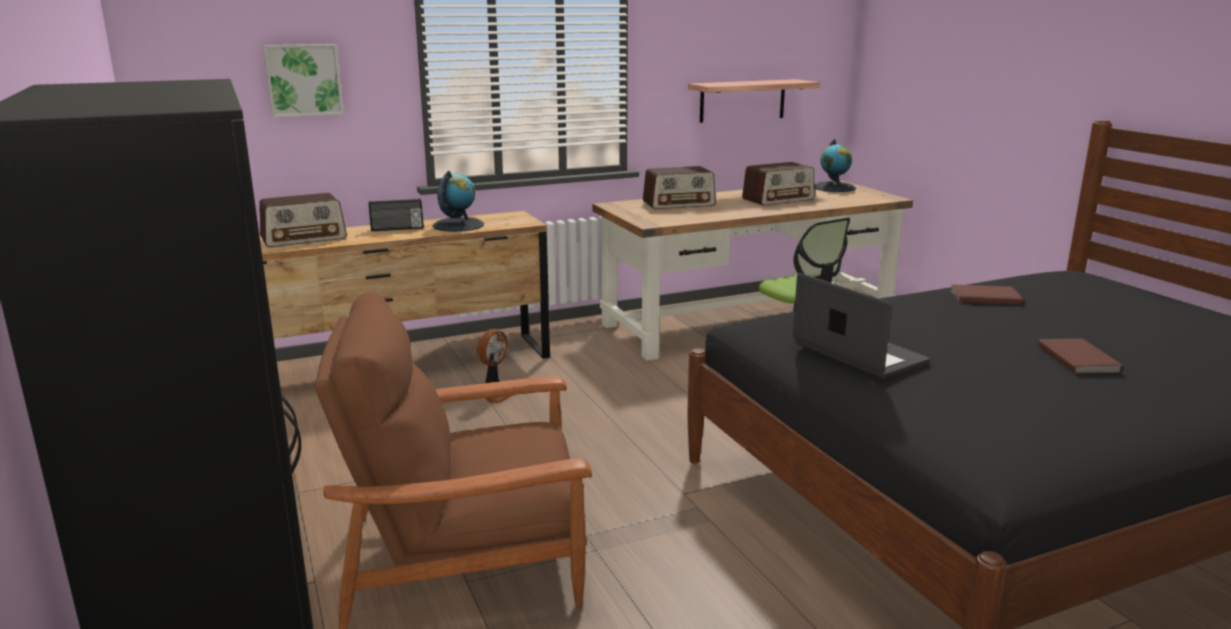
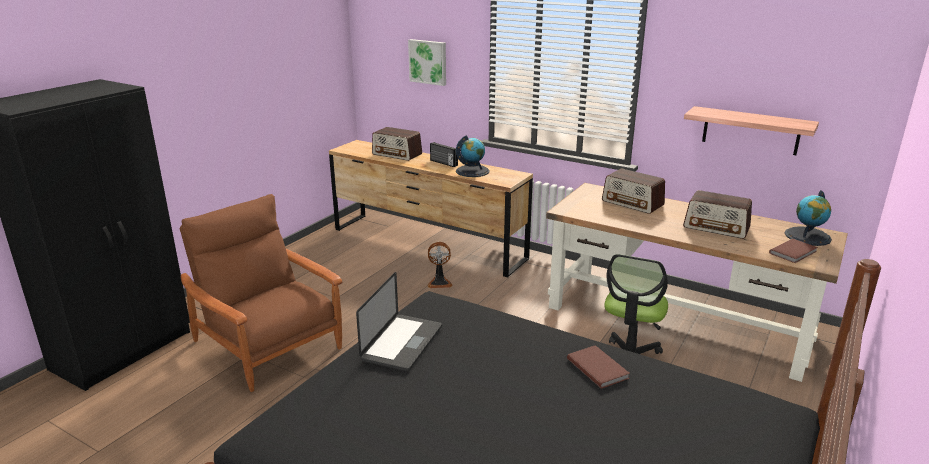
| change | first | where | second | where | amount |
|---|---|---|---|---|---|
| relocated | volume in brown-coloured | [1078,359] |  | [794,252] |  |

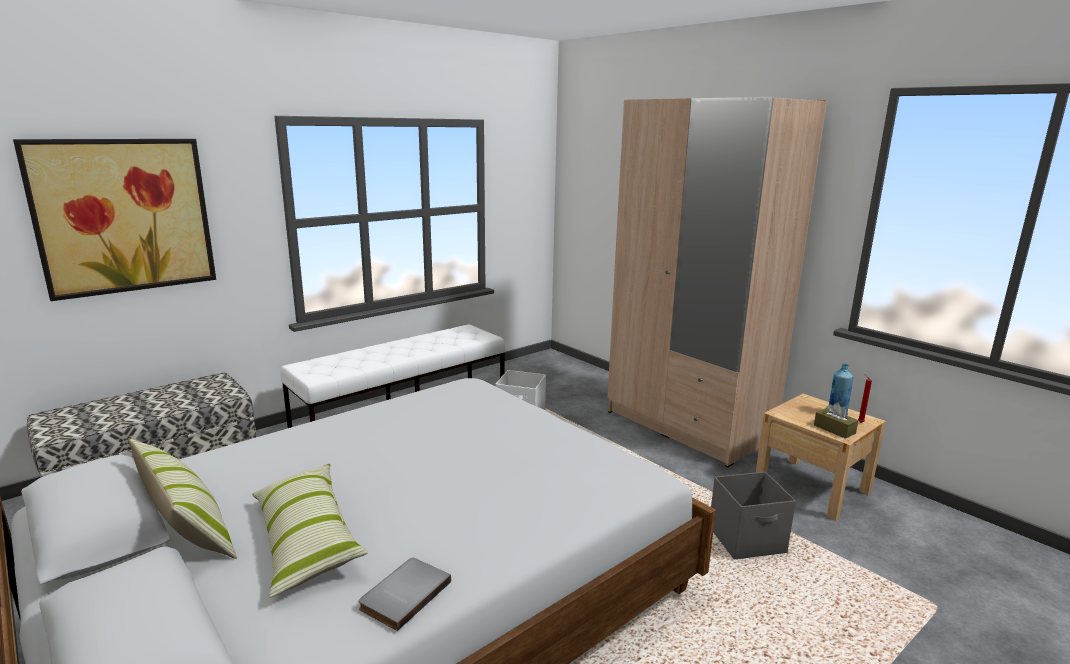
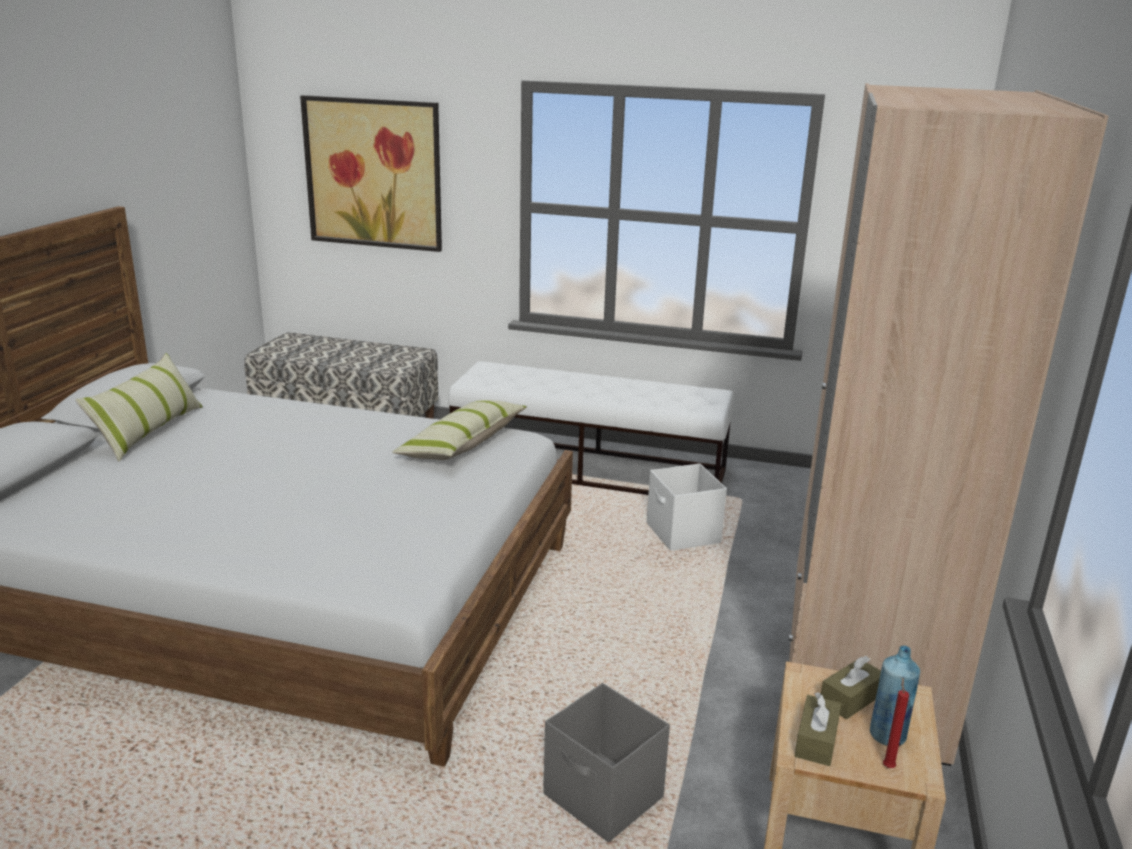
| change | first | where | second | where | amount |
|---|---|---|---|---|---|
| missing | volume in gray | [403,594] |  |  |  |
| appeared |  |  | tissue holder in brown-coloured | [851,698] |  |
| relocated | pillow | [306,539] |  | [462,444] |  |

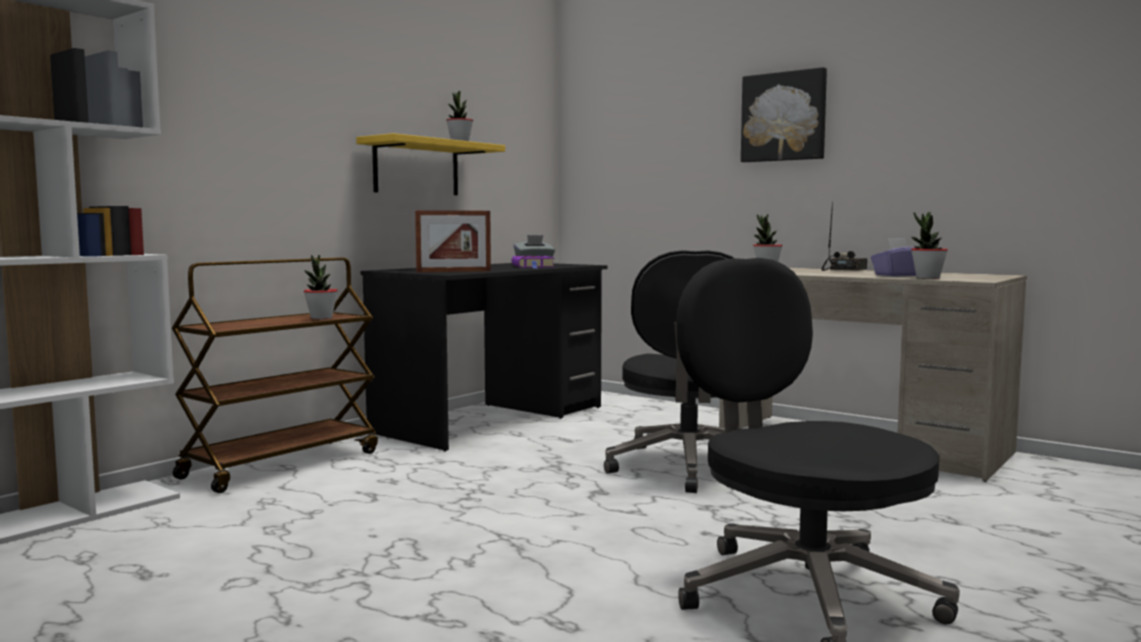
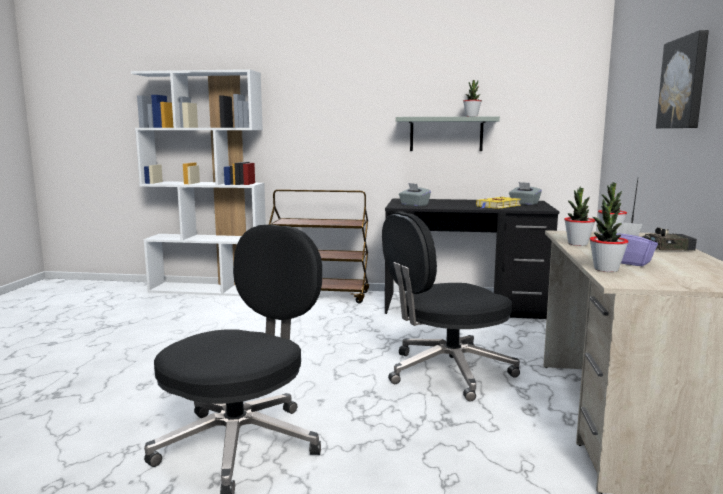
| change | first | where | second | where | amount |
|---|---|---|---|---|---|
| relocated | plant in a pot | [321,318] |  | [577,244] |  |
| exchanged | picture frame | [453,271] | tissue holder in gray | [414,205] |  |
| colour | bracket shelf in yellowish | [416,168] | bracket shelf in gray | [446,134] |  |
| colour | volume in purple-coloured | [533,266] | volume in yellowish | [498,206] |  |

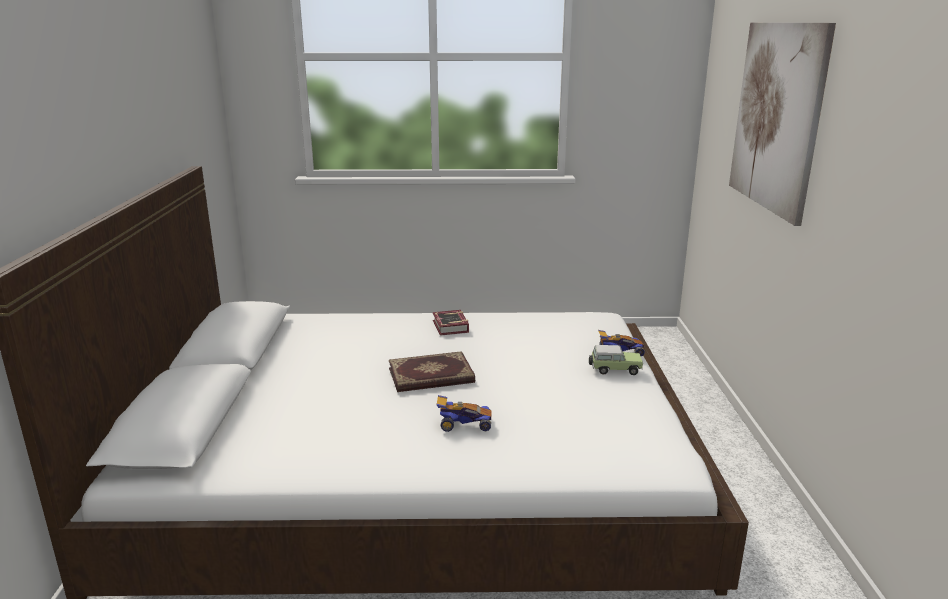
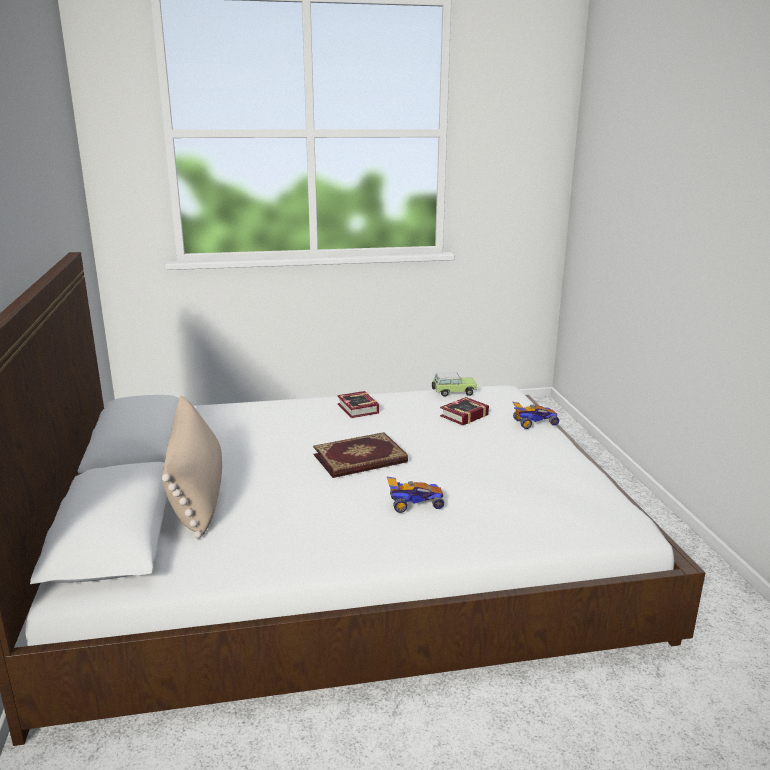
| change | first | where | second | where | amount |
|---|---|---|---|---|---|
| missing | wall picture | [776,117] |  |  |  |
| appeared |  |  | pillow in beige-coloured | [197,493] |  |
| appeared |  |  | volume | [462,416] |  |
| relocated | miniature car | [614,370] |  | [453,393] |  |

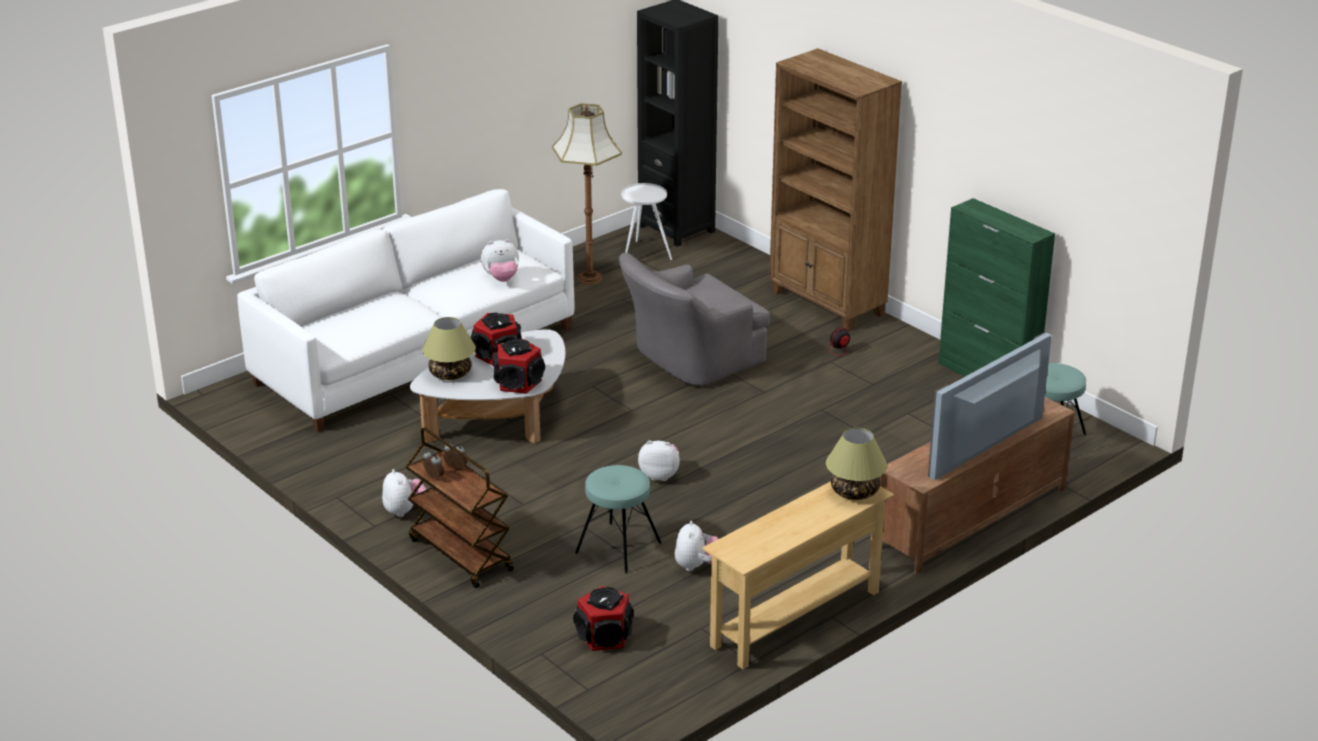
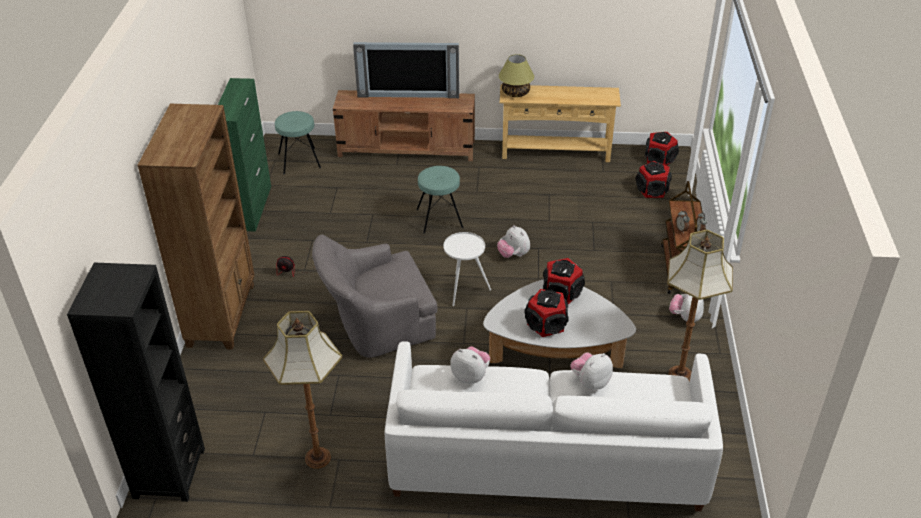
| change | first | where | second | where | amount |
|---|---|---|---|---|---|
| missing | table lamp | [450,373] |  |  |  |
| appeared |  |  | speaker | [659,159] |  |
| appeared |  |  | standing lamp | [681,375] |  |
| relocated | stool seat in blue-green | [618,547] |  | [439,218] |  |
| relocated | accent table in white | [644,253] |  | [464,290] |  |
| relocated | cuddly toy | [696,566] |  | [590,382] |  |
| spun | lounge chair in gray | [690,360] |  | [376,325] | 150 degrees clockwise |

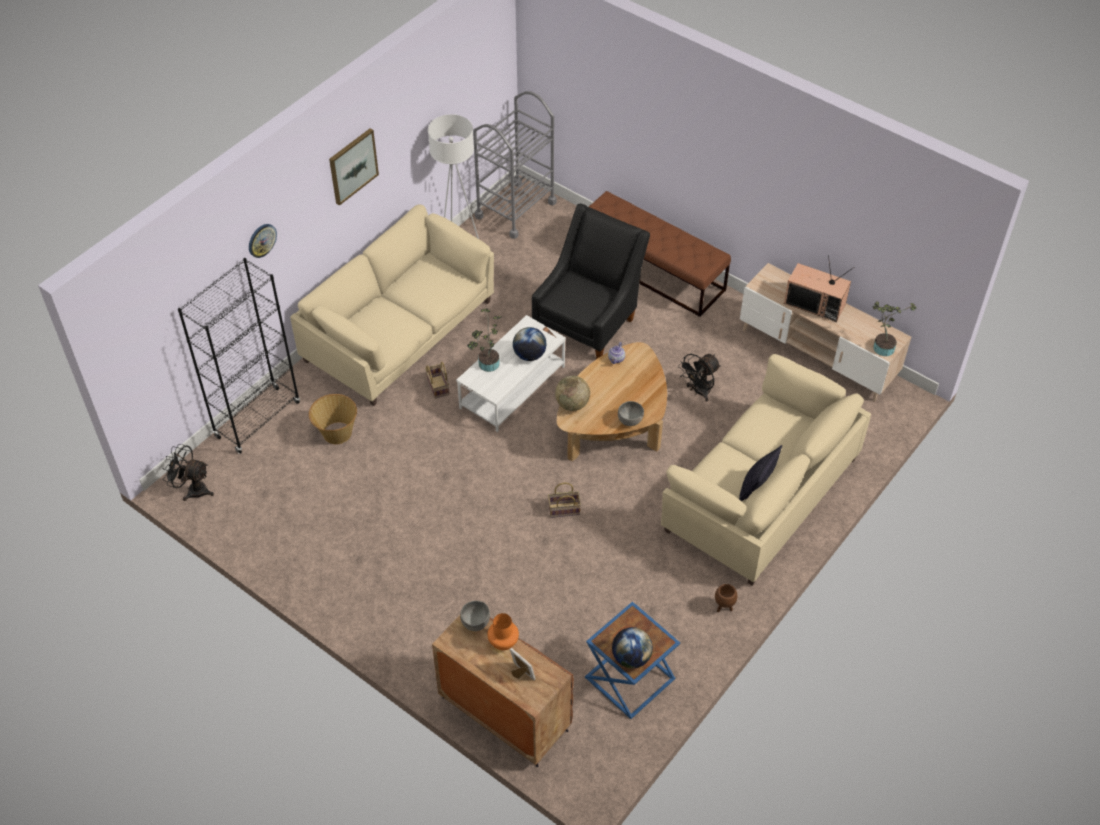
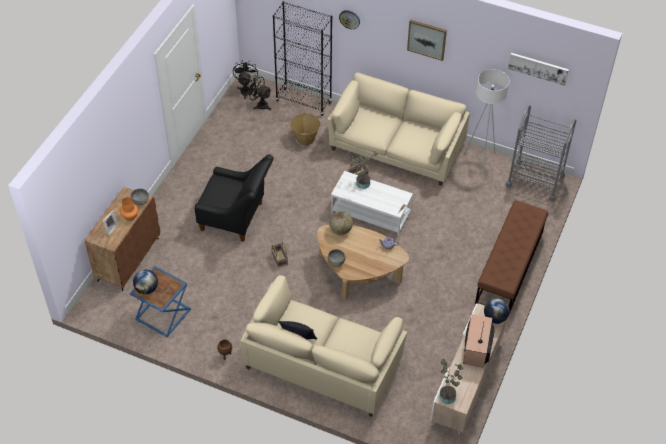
| change | first | where | second | where | amount |
|---|---|---|---|---|---|
| appeared |  |  | wall picture | [538,68] |  |
| relocated | globe | [529,355] |  | [495,318] |  |
| relocated | lounge chair in black-coloured | [589,320] |  | [236,218] |  |
| relocated | fan in black-coloured | [698,392] |  | [259,104] |  |

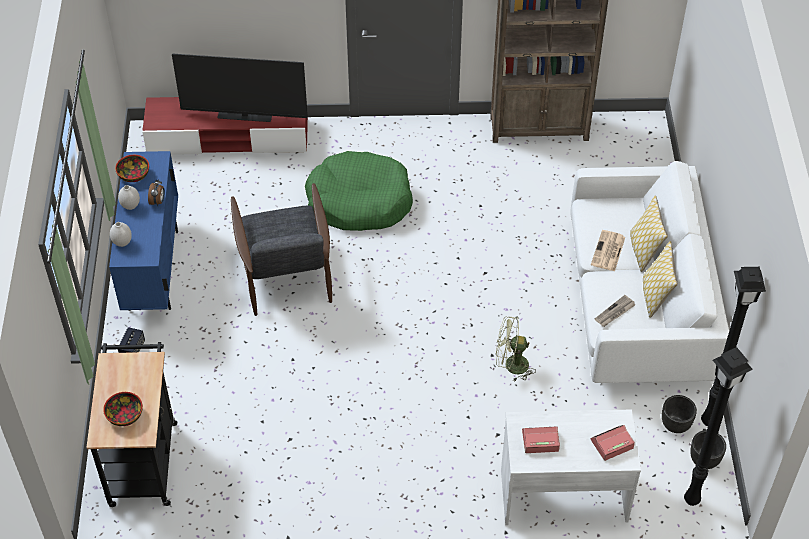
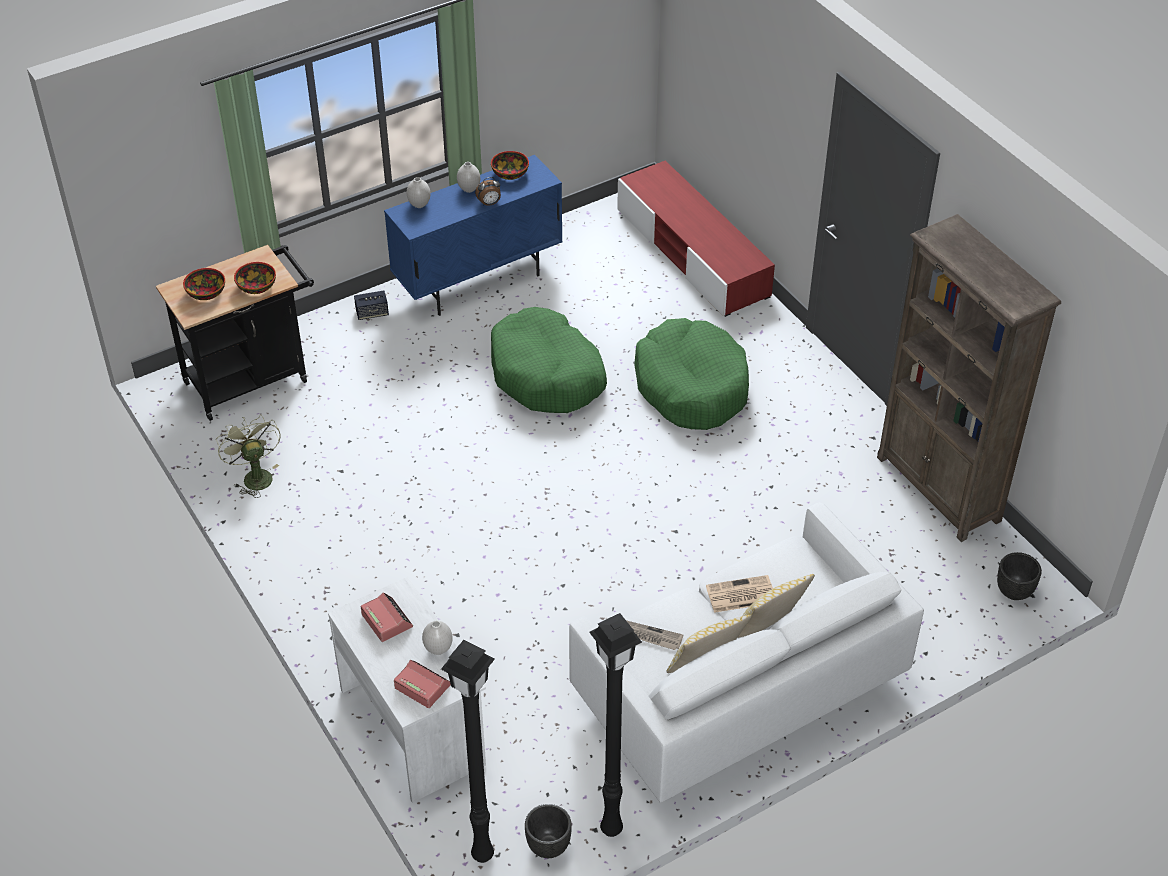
| change | first | where | second | where | amount |
|---|---|---|---|---|---|
| missing | television | [244,116] |  |  |  |
| appeared |  |  | serving bowl | [256,286] |  |
| appeared |  |  | decorative vase in white | [438,649] |  |
| relocated | fan in green | [511,365] |  | [254,476] |  |
| relocated | planter in black-coloured | [675,425] |  | [1014,592] |  |
| exchanged | lounge chair in gray | [285,274] | dog bed in green | [547,375] |  |

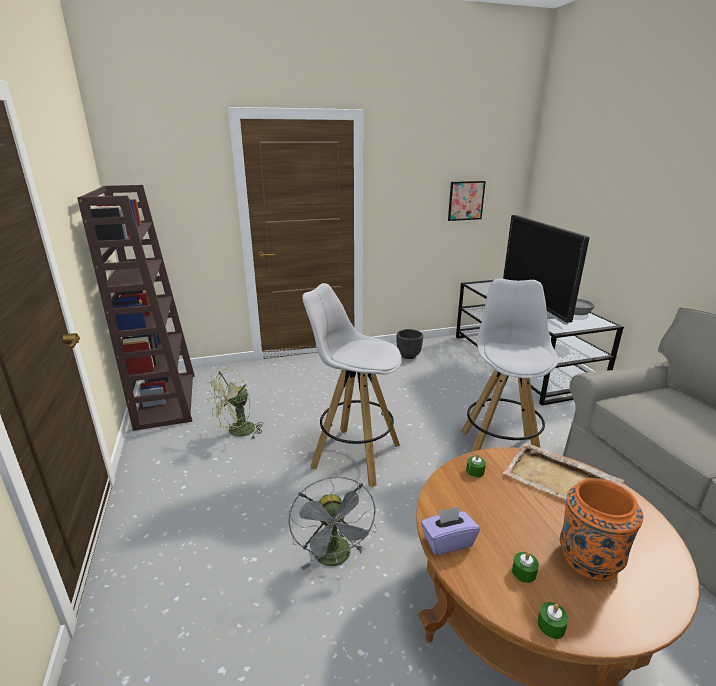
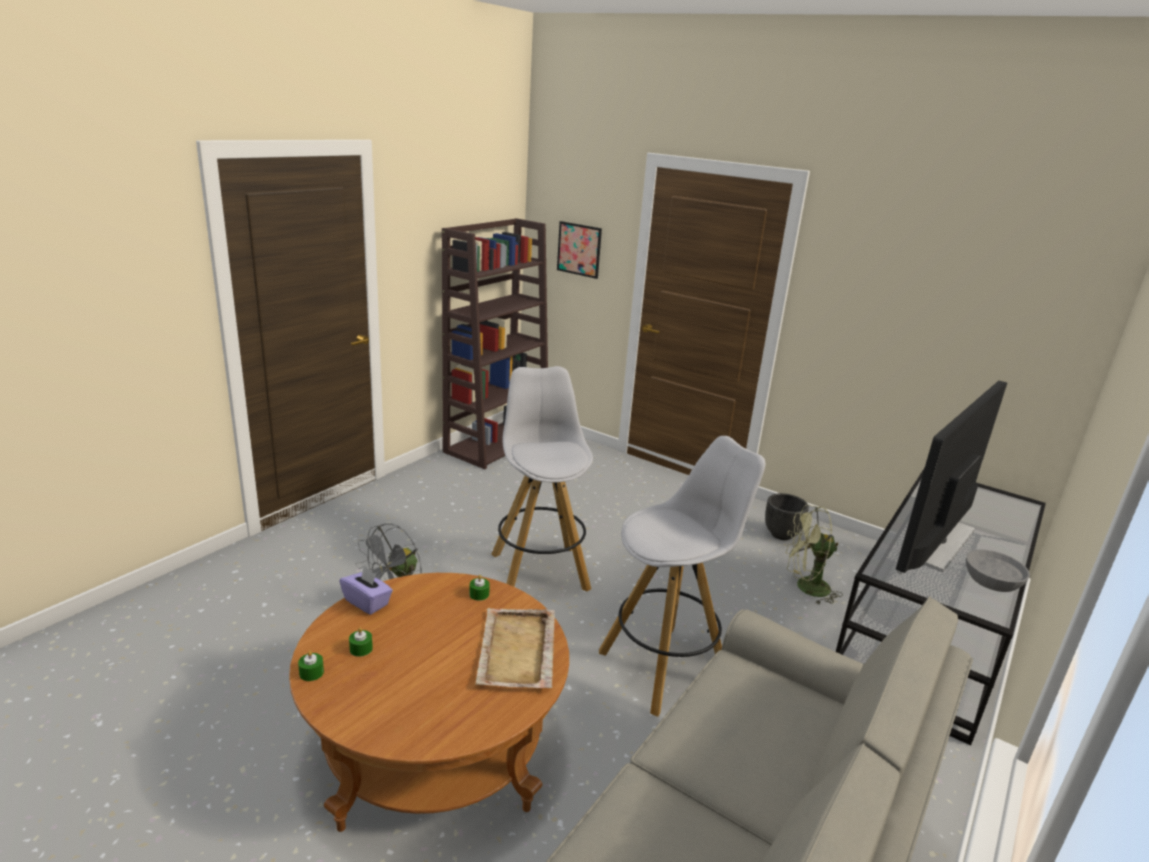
| change | first | where | second | where | amount |
|---|---|---|---|---|---|
| missing | decorative vase in orange | [588,559] |  |  |  |
| relocated | fan in green | [237,433] |  | [805,588] |  |
| relocated | wall picture | [466,200] |  | [579,249] |  |

